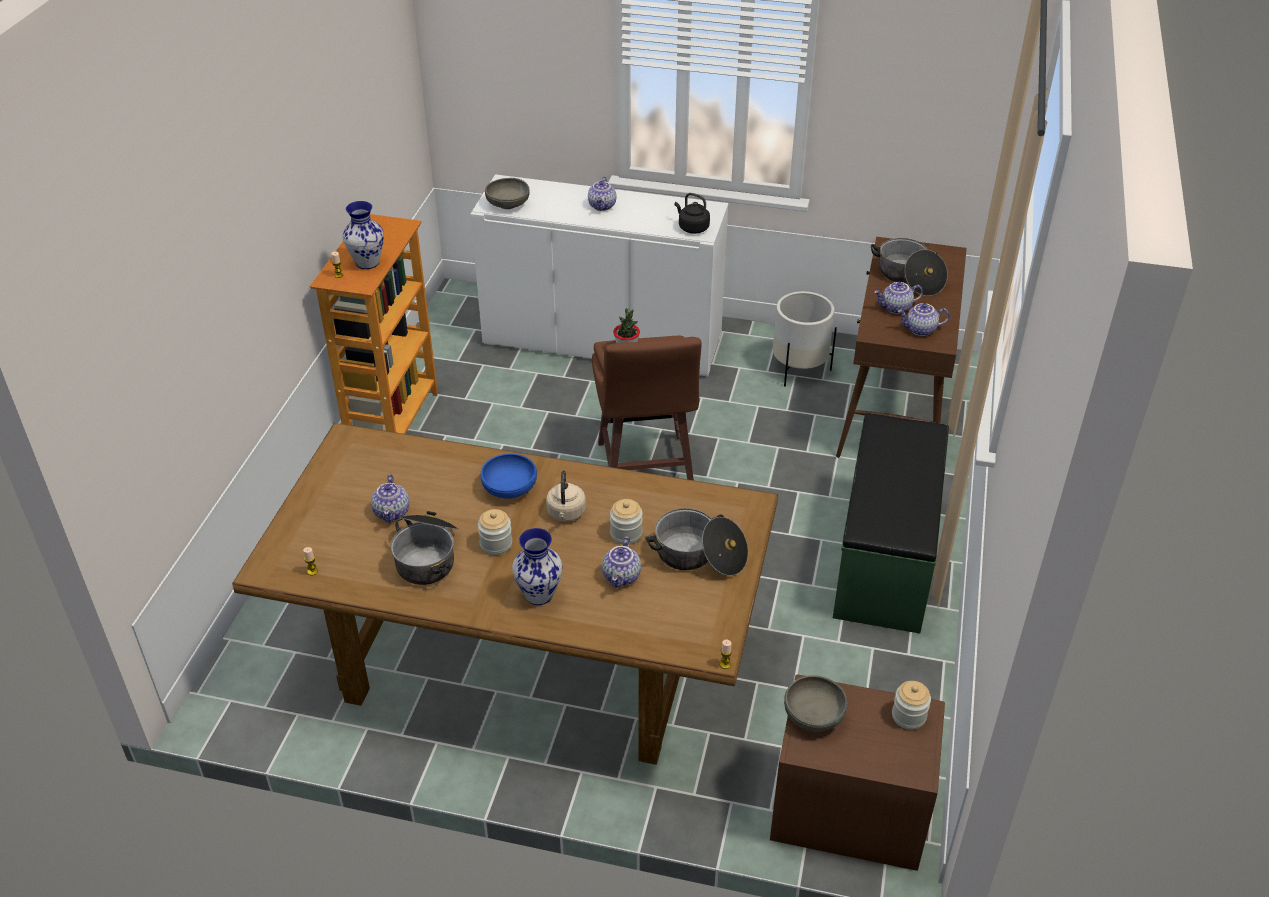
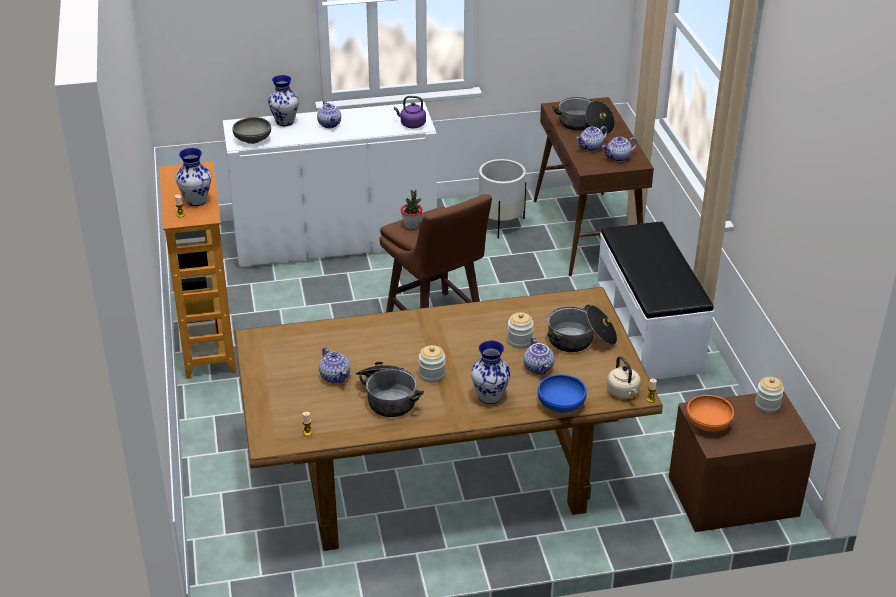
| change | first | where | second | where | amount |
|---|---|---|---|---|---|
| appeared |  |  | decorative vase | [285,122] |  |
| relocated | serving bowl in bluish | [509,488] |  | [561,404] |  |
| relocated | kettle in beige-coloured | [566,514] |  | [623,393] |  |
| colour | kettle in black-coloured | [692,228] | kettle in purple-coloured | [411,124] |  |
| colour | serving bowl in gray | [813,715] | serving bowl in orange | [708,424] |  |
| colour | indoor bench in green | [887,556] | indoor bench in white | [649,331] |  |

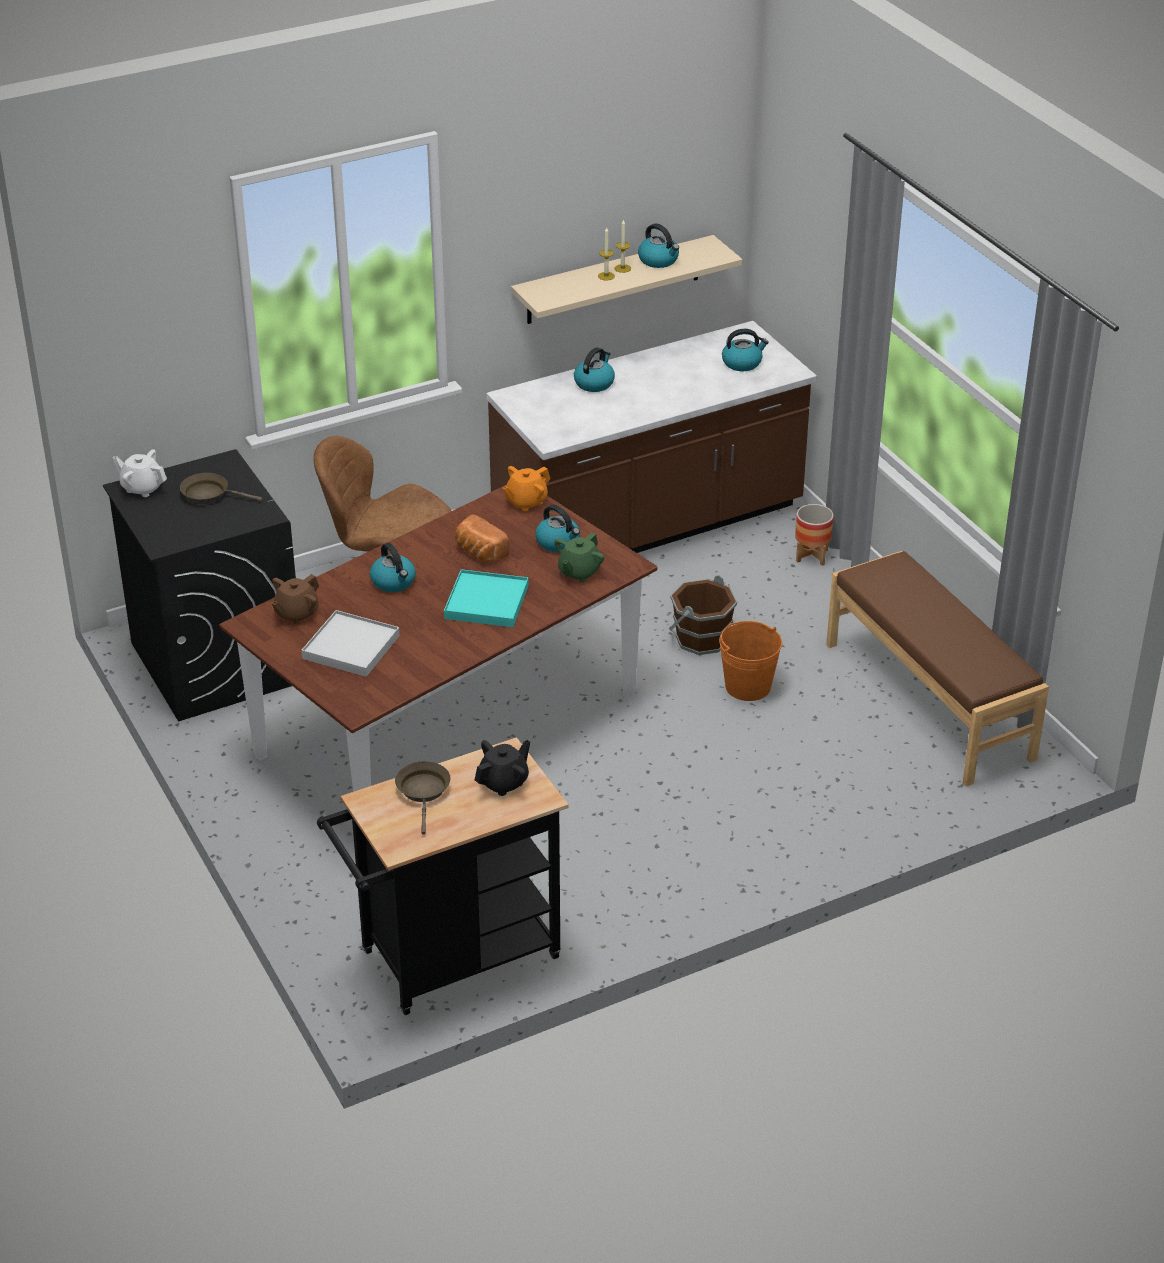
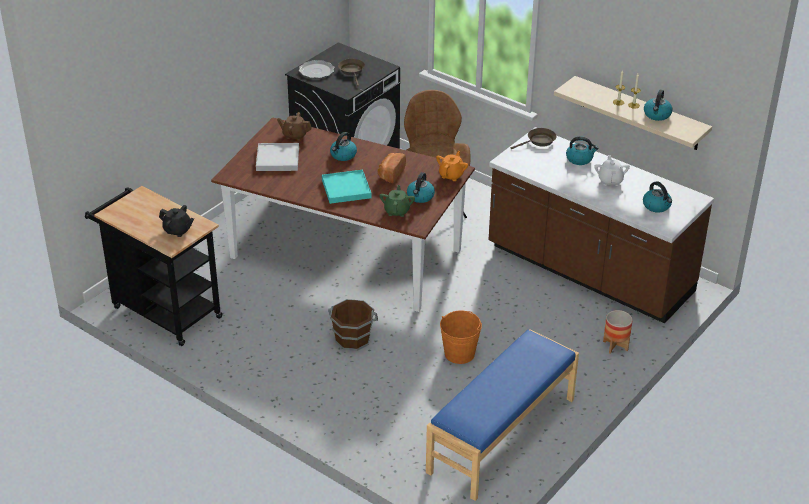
| change | first | where | second | where | amount |
|---|---|---|---|---|---|
| appeared |  |  | plate | [316,71] |  |
| relocated | teapot in white | [142,488] |  | [610,181] |  |
| relocated | skillet in brown-coloured | [423,792] |  | [539,141] |  |
| relocated | pail in brown-coloured | [700,638] |  | [352,338] |  |
| colour | indoor bench in brown-coloured | [929,700] | indoor bench in bluish | [502,435] |  |
| spun | teapot in orange | [526,502] |  | [451,175] | 90 degrees clockwise |
| spun | teapot in green | [579,572] |  | [397,211] | 90 degrees clockwise |

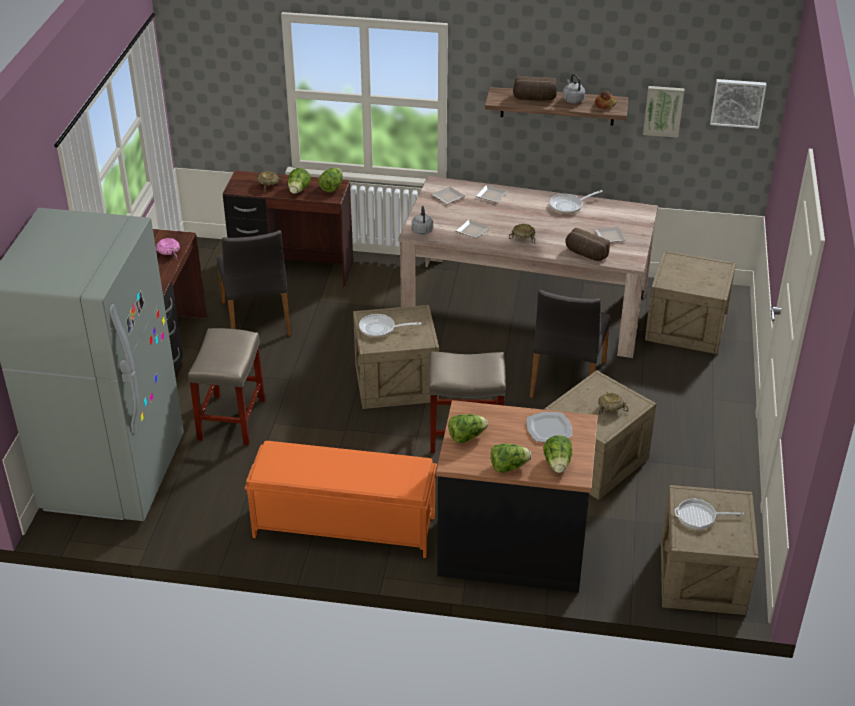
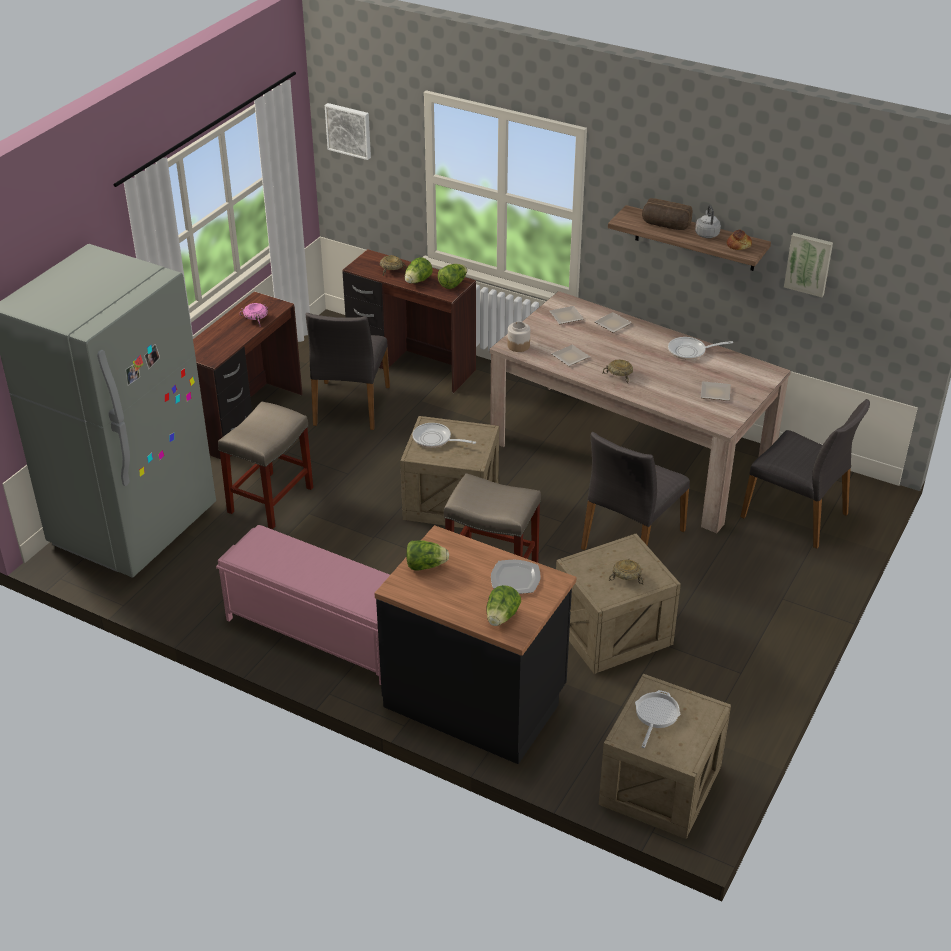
| change | first | where | second | where | amount |
|---|---|---|---|---|---|
| missing | head of lettuce | [508,467] |  |  |  |
| missing | baked bread | [585,254] |  |  |  |
| relocated | wall picture | [737,102] |  | [349,130] |  |
| exchanged | kettle in gray | [422,230] | storage jar | [518,345] |  |
| exchanged | crate | [686,328] | upright chair in gray | [796,515] |  |
| colour | indoor bench in orange | [343,526] | indoor bench in pink-coloured | [318,632] |  |
| spun | skillet | [699,516] |  | [655,715] | 90 degrees clockwise |

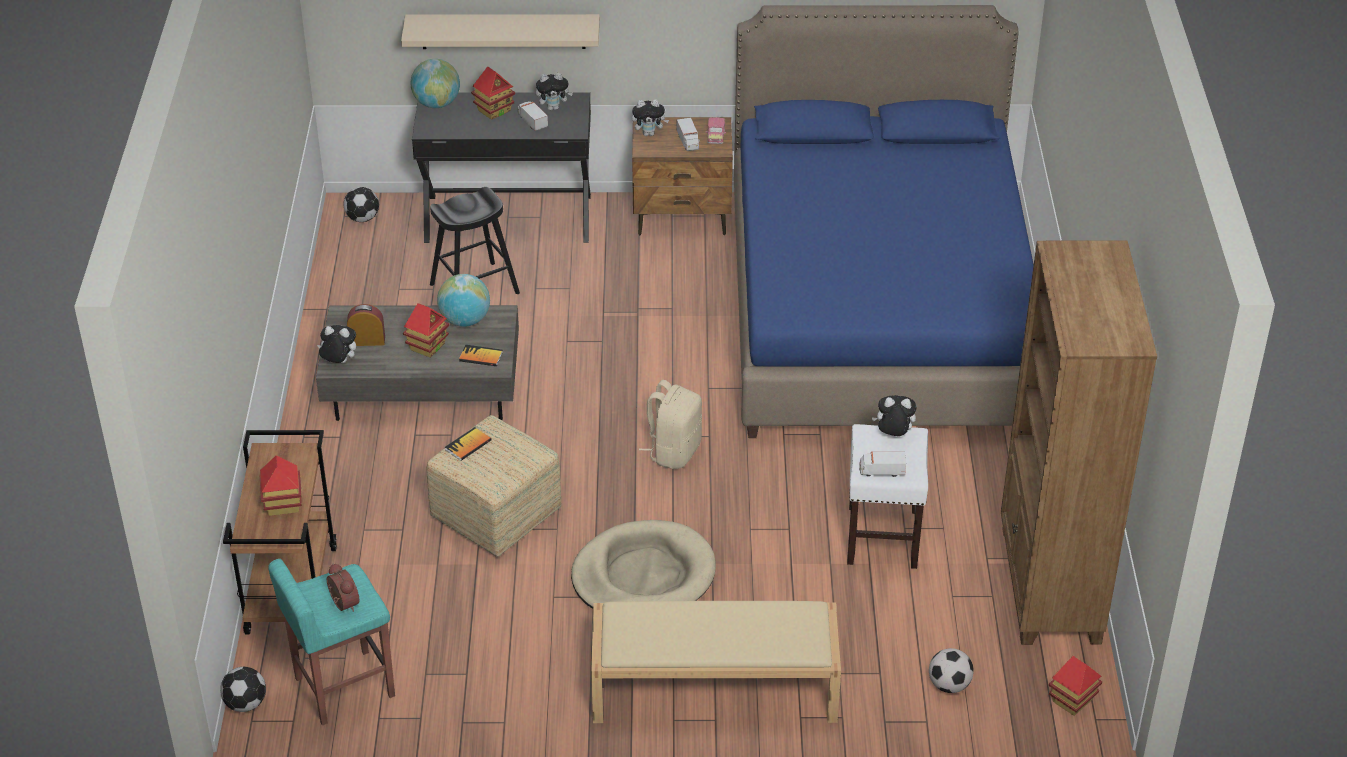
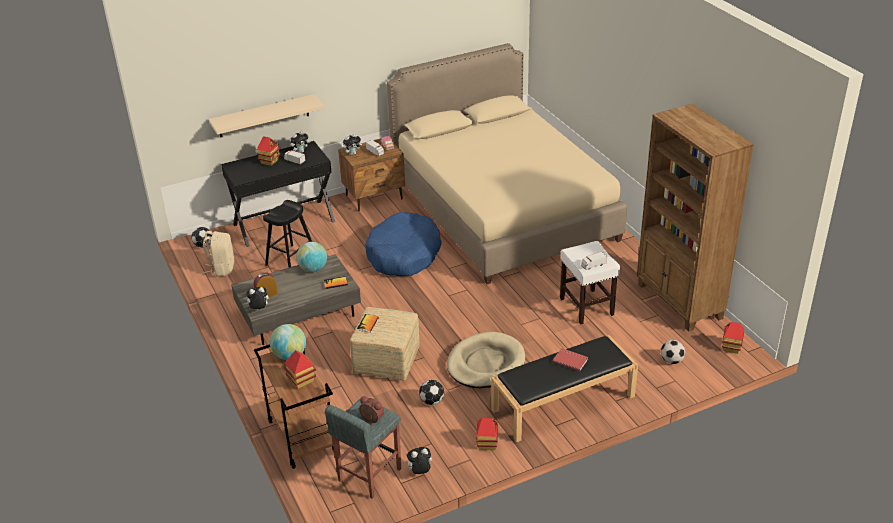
| change | first | where | second | where | amount |
|---|---|---|---|---|---|
| appeared |  |  | dog bed in bluish | [403,255] |  |
| appeared |  |  | volume in red-coloured | [570,360] |  |
| relocated | football | [246,703] |  | [432,401] |  |
| relocated | miniature house | [427,346] |  | [487,443] |  |
| relocated | globe | [436,104] |  | [289,355] |  |
| relocated | backpack in beige-coloured | [674,451] |  | [222,269] |  |
| relocated | cuddly toy | [893,435] |  | [419,472] |  |
| colour | stool seat in blue-green | [343,687] | stool seat in gray | [369,475] |  |
| colour | indoor bench in beige-coloured | [712,689] | indoor bench in black-coloured | [562,403] |  |
| colour | sleeping bed in bluish | [877,310] | sleeping bed in beige-coloured | [503,210] |  |

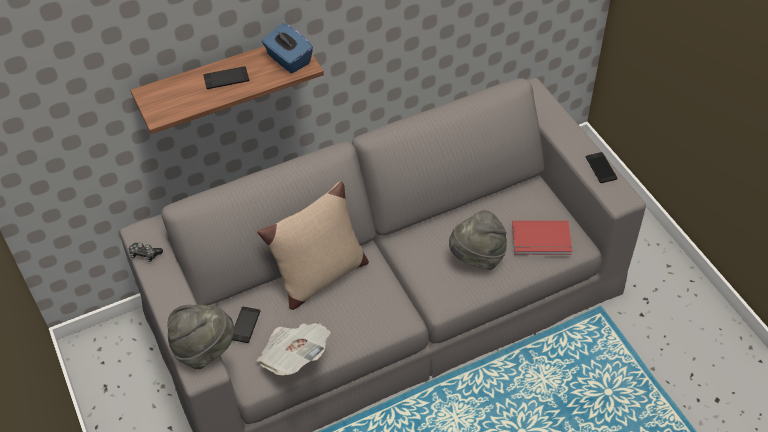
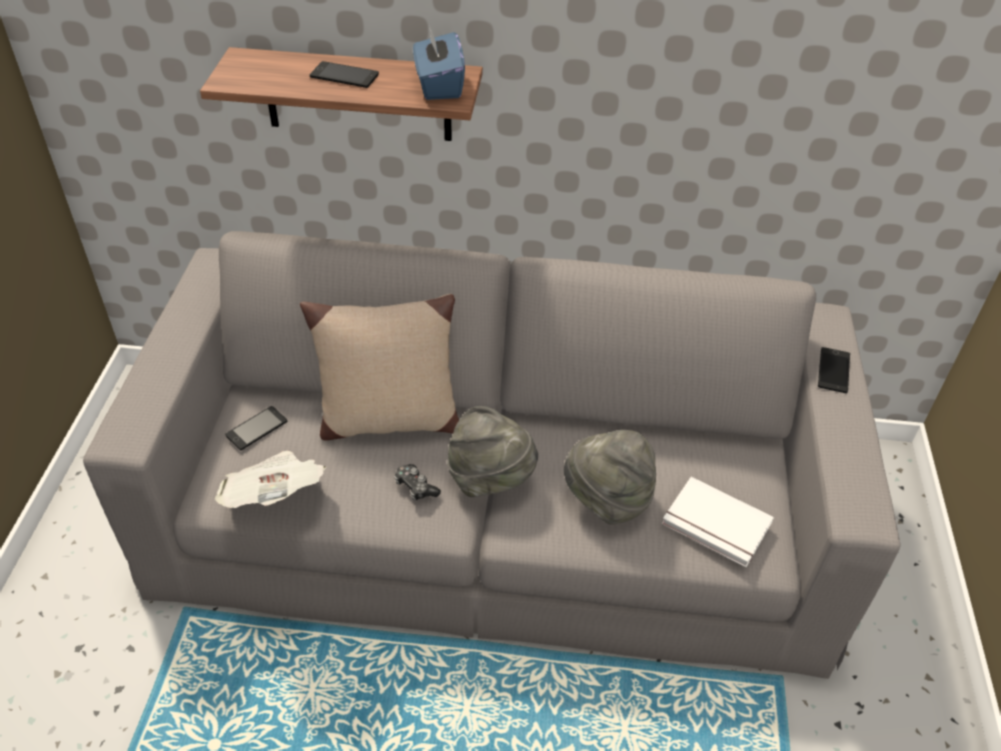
| change | first | where | second | where | amount |
|---|---|---|---|---|---|
| relocated | gamepad | [145,254] |  | [415,487] |  |
| relocated | hat in gray | [204,349] |  | [490,478] |  |
| relocated | telephone | [601,168] |  | [833,370] |  |
| colour | volume in red-coloured | [541,241] | volume in white | [715,525] |  |

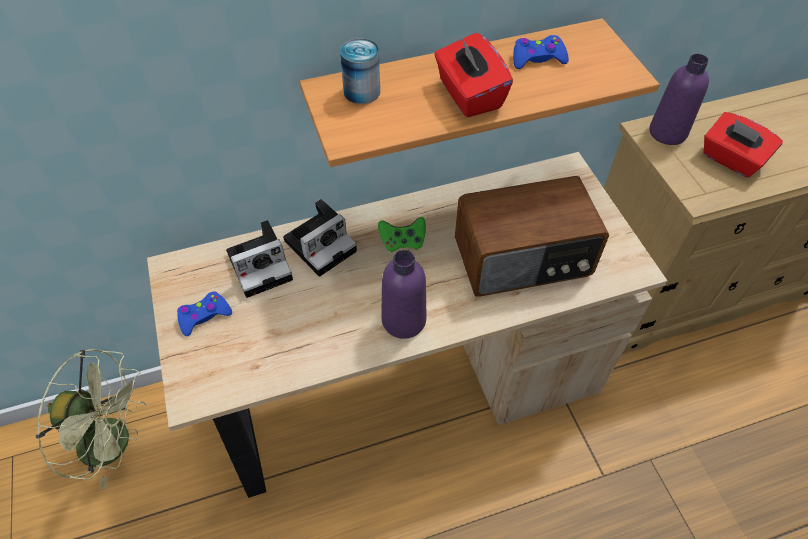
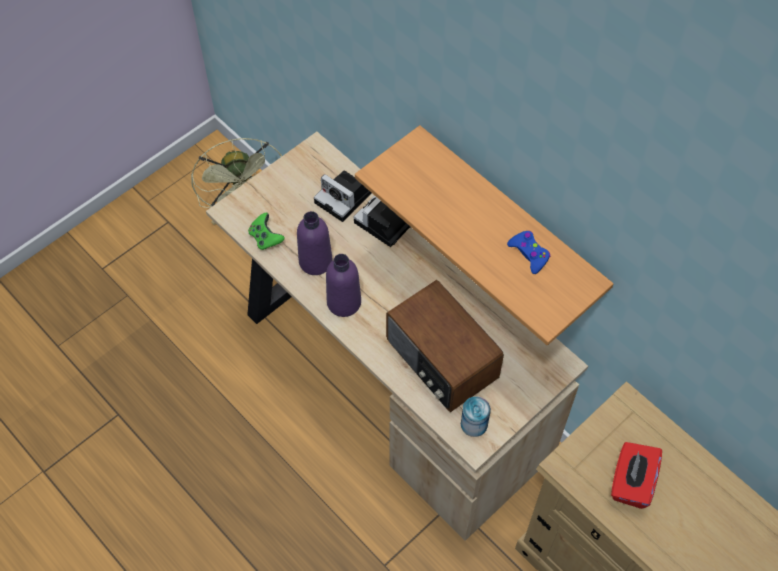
| change | first | where | second | where | amount |
|---|---|---|---|---|---|
| missing | gamepad in bluish | [204,316] |  |  |  |
| missing | tissue holder in red-coloured | [469,95] |  |  |  |
| relocated | sealed can | [362,92] |  | [474,424] |  |
| relocated | gamepad in green | [402,242] |  | [265,238] |  |
| relocated | beverage bottle in purple-coloured | [667,132] |  | [315,261] |  |
| spun | photo camera | [322,244] |  | [383,224] | 105 degrees clockwise |

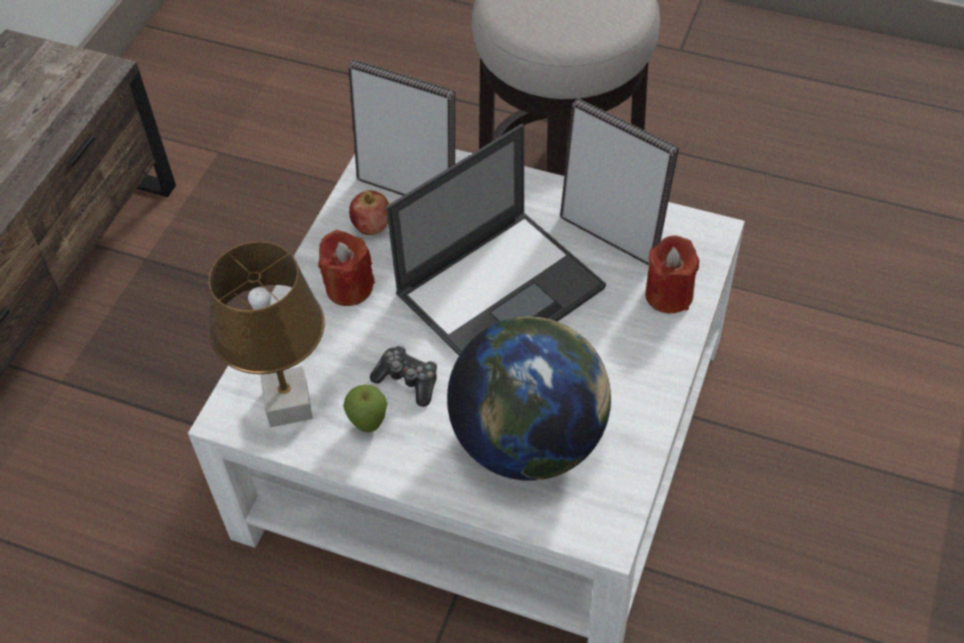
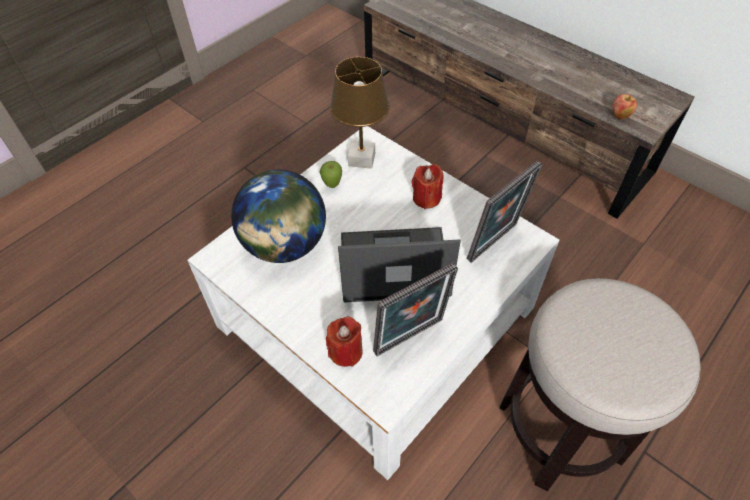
| change | first | where | second | where | amount |
|---|---|---|---|---|---|
| missing | gamepad | [408,380] |  |  |  |
| relocated | whole apple | [372,227] |  | [620,115] |  |
| spun | laptop | [501,289] |  | [392,265] | 105 degrees clockwise |

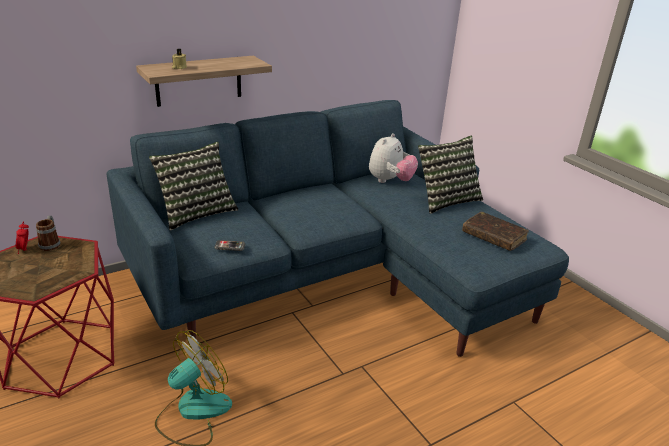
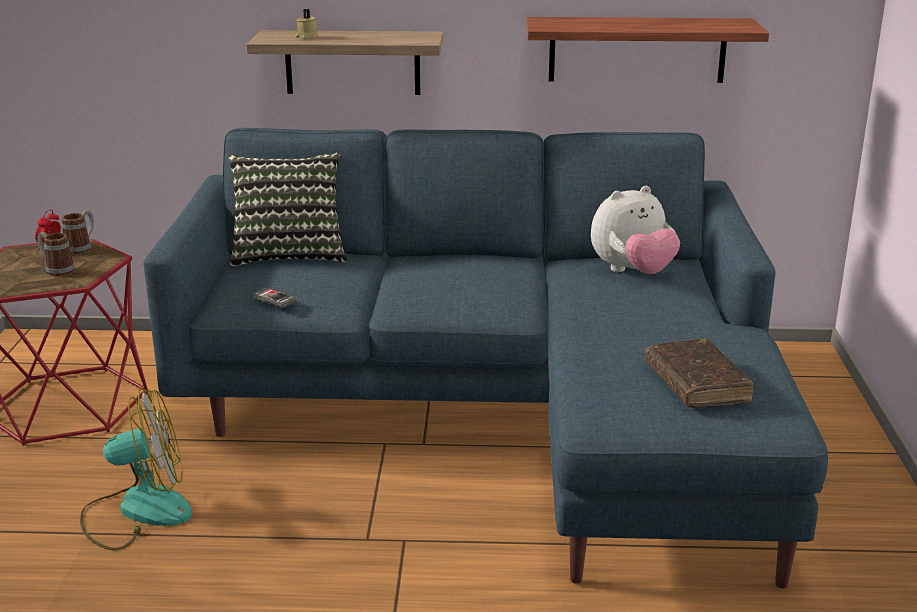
| change | first | where | second | where | amount |
|---|---|---|---|---|---|
| missing | pillow | [446,200] |  |  |  |
| appeared |  |  | coffee mug | [56,270] |  |
| appeared |  |  | bracket shelf | [637,49] |  |

